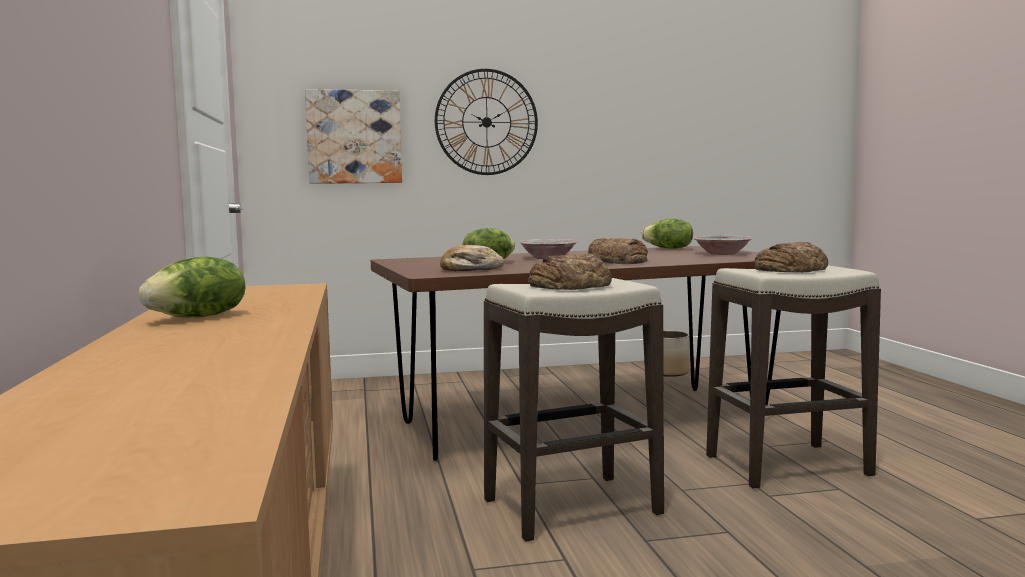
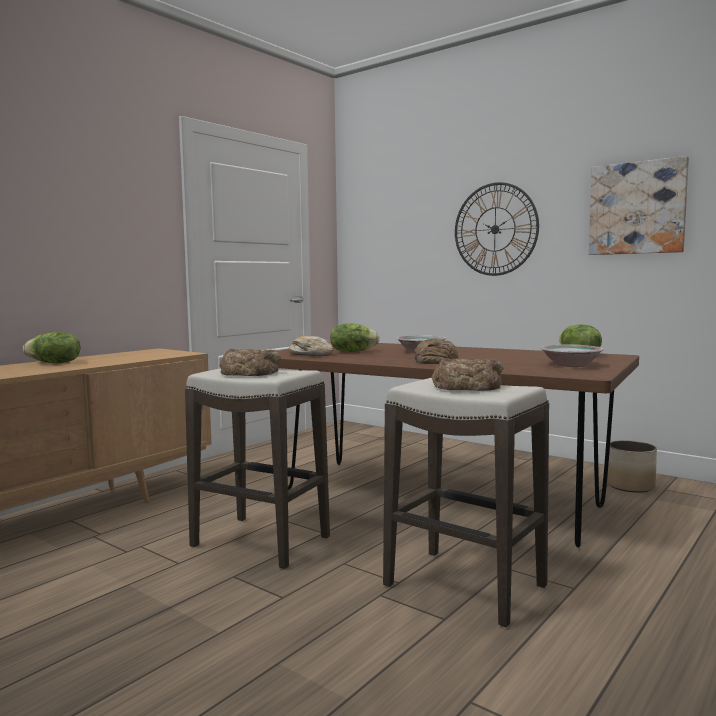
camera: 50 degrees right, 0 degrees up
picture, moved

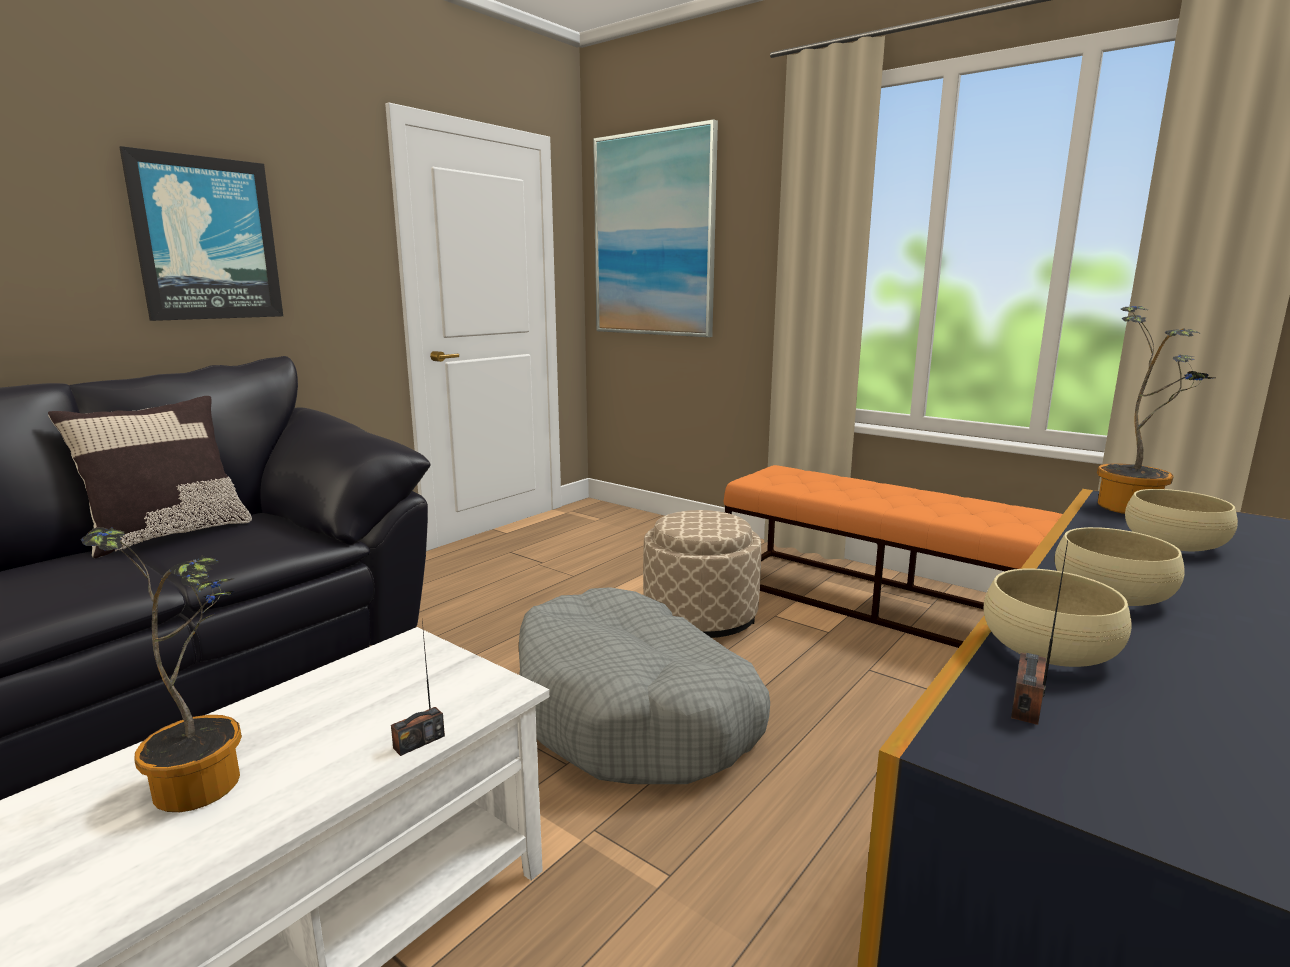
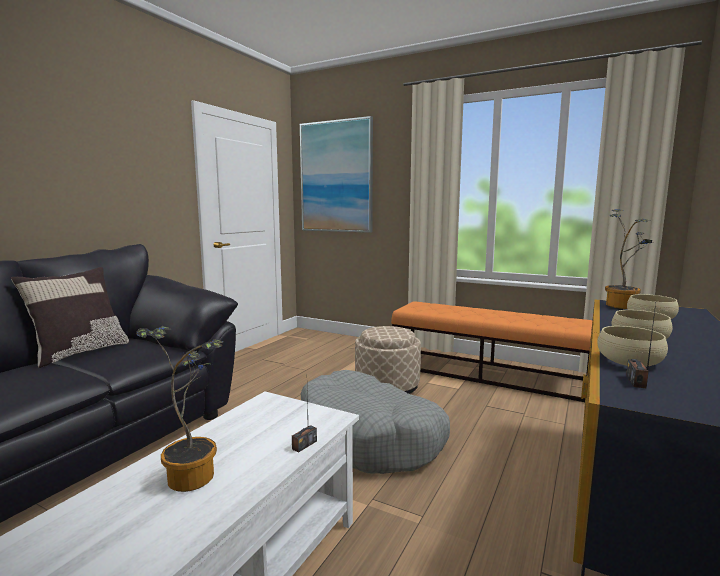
camera: 10 degrees left, 5 degrees down
picture (1st from left) -> none

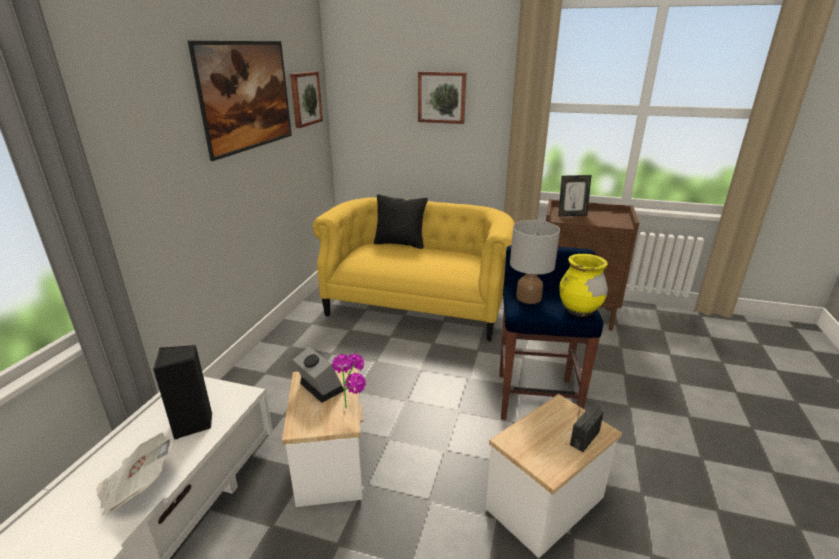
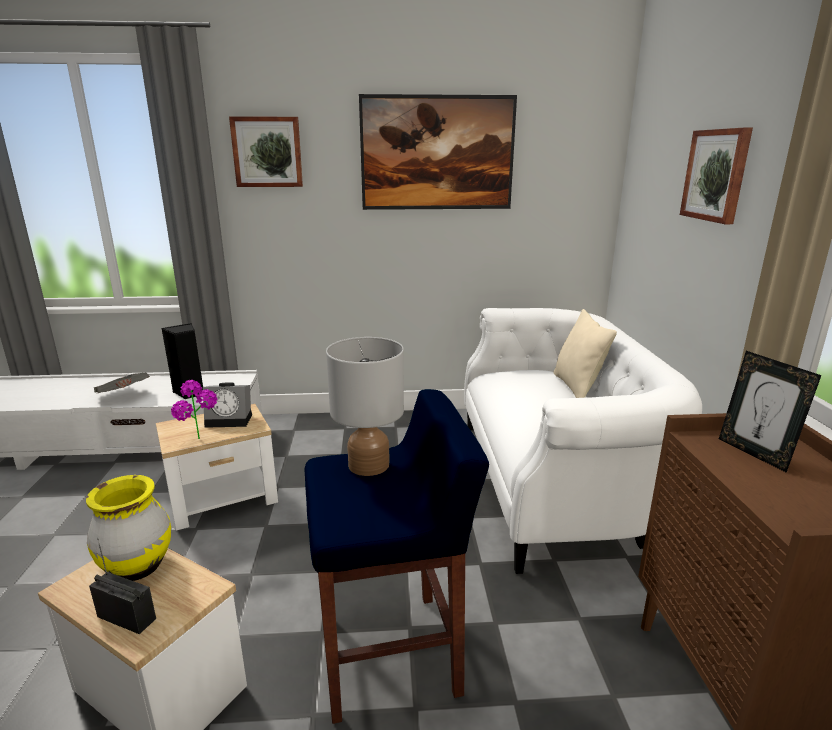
camera: 70 degrees right, 5 degrees down
picture (2nd from left in the first image) -> picture (1st from left), moved
cushion (blackish) -> cushion (sand-coloured)
sofa (yellowish) -> sofa (white)
flower vase (yellowish), moved
alarm clock, 60 degrees clockwise

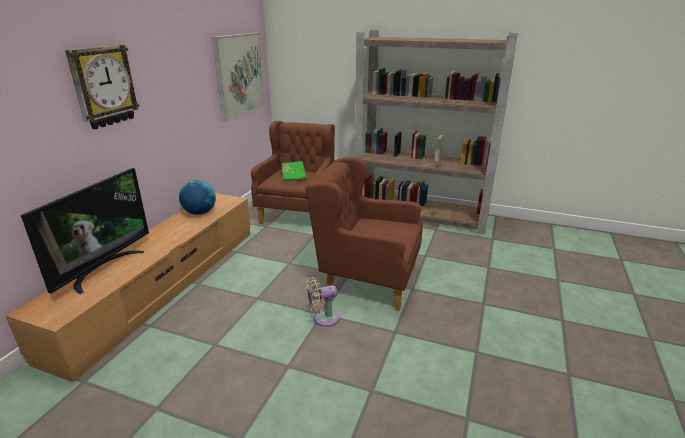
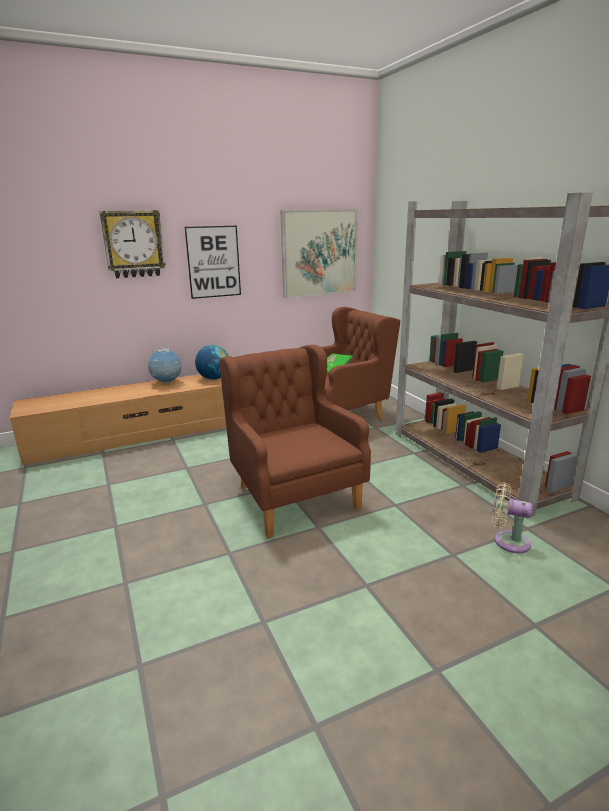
camera: 45 degrees right, 5 degrees down
TV set -> none
fan (sand-coloured), moved
none -> picture (1st from left)
none -> world globe (1st from left)

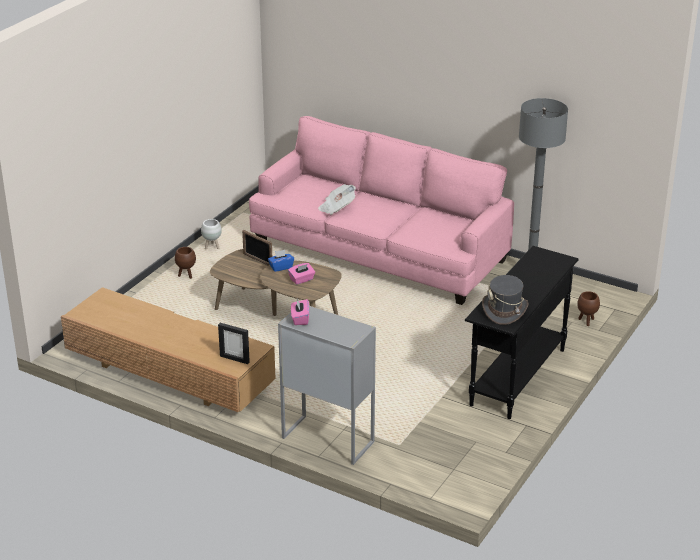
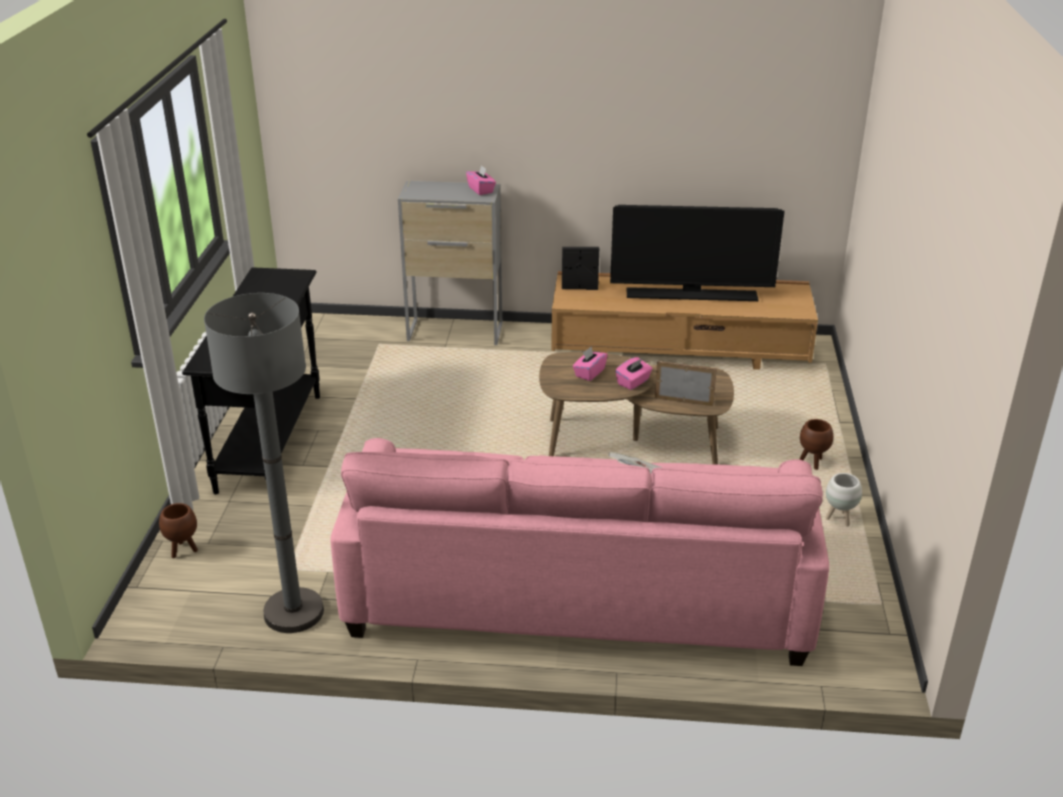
camera: 155 degrees right, 0 degrees up
tissue holder (blue) -> tissue holder (pinkish) (3rd from left)
wearable hat (grey) -> none
none -> TV set

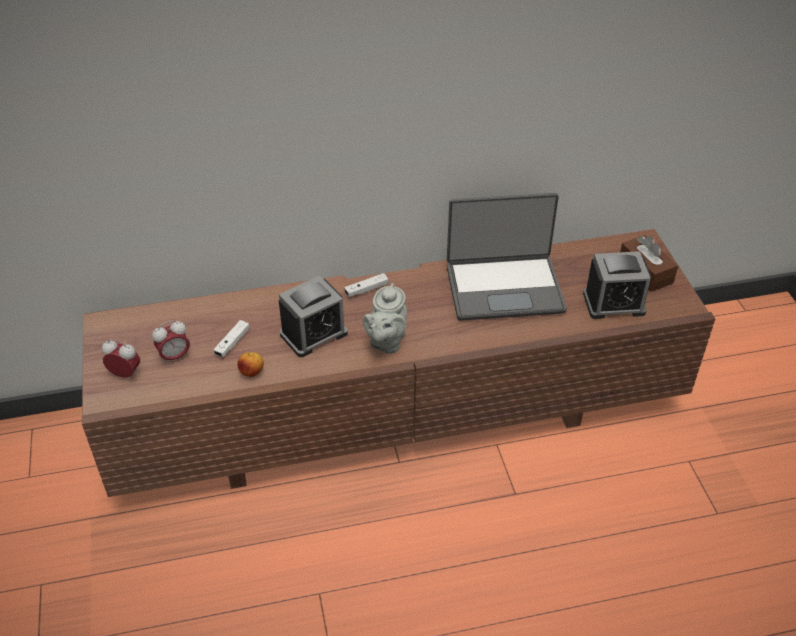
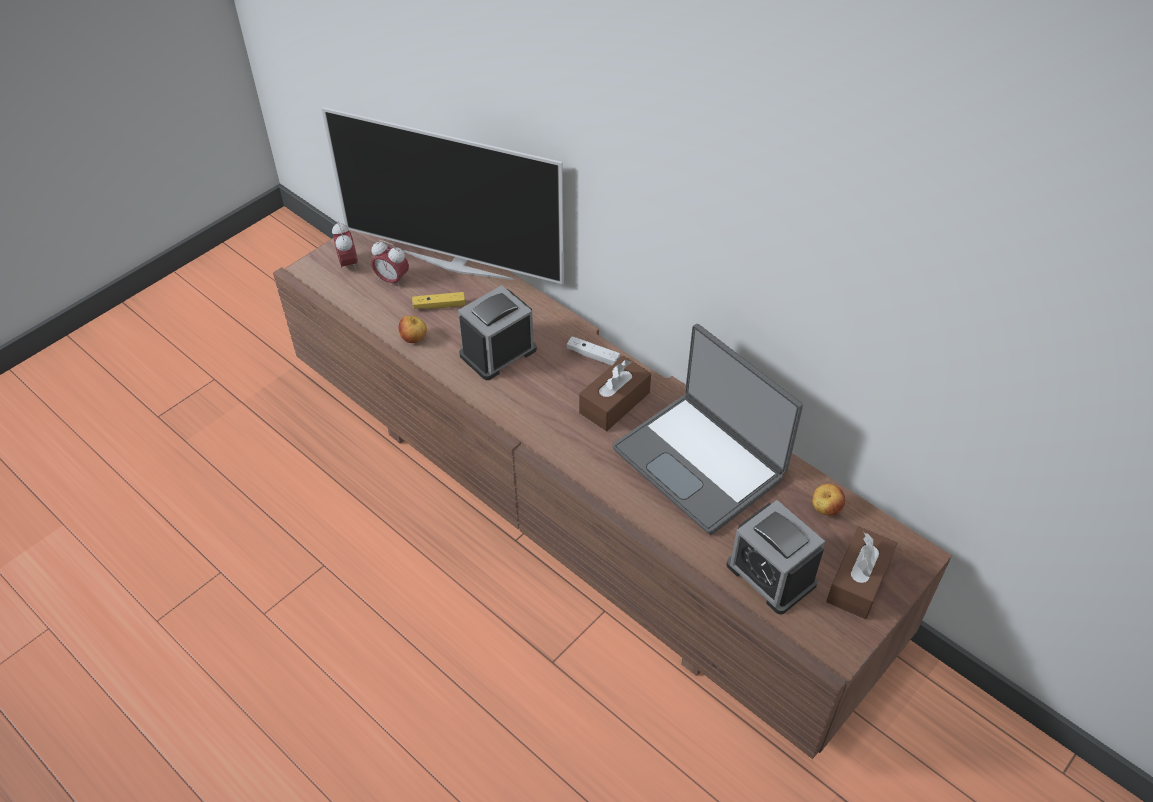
camera: 55 degrees right, 5 degrees up
alarm clock (3rd from left), 120 degrees clockwise
teapot (grey) -> none
joypad (white) (1st from left) -> joypad (yellowish)
none -> TV set
none -> tissue holder (brownish) (1st from left)
none -> apple (2nd from left)

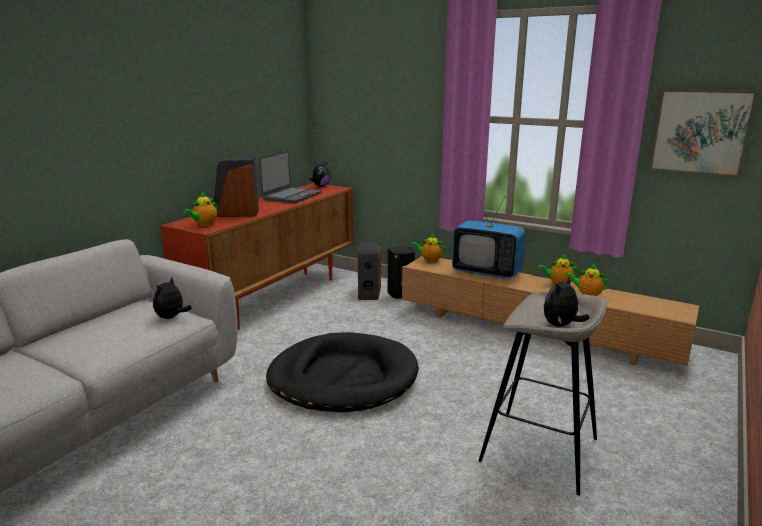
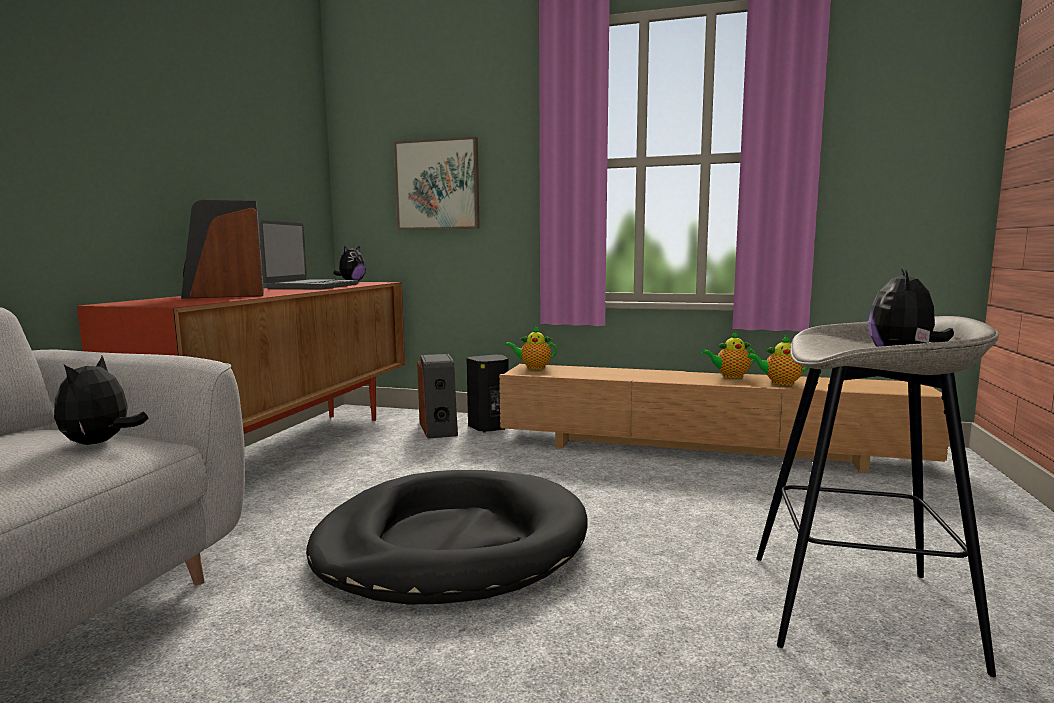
camera: 15 degrees left, 10 degrees down
picture, moved
teapot (1st from left) -> none
TV set -> none

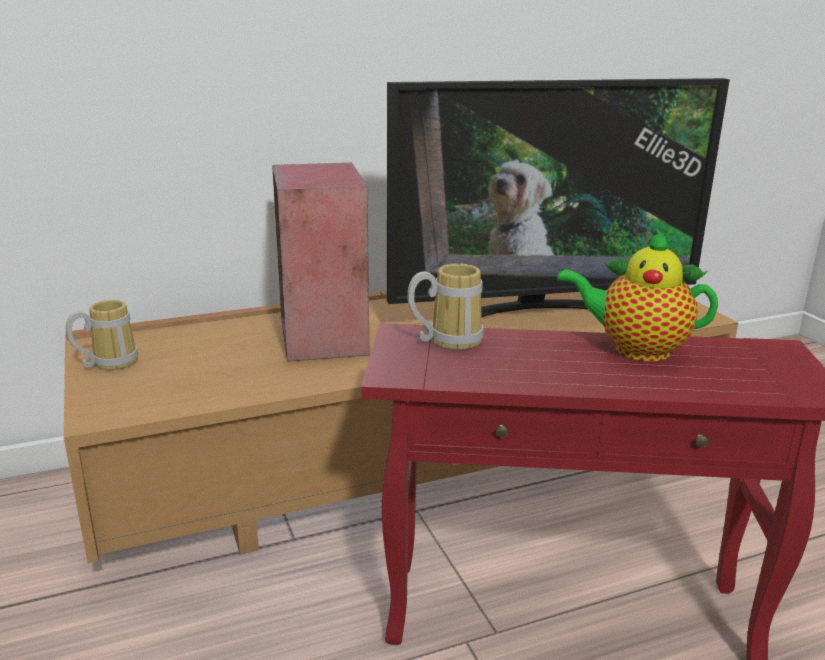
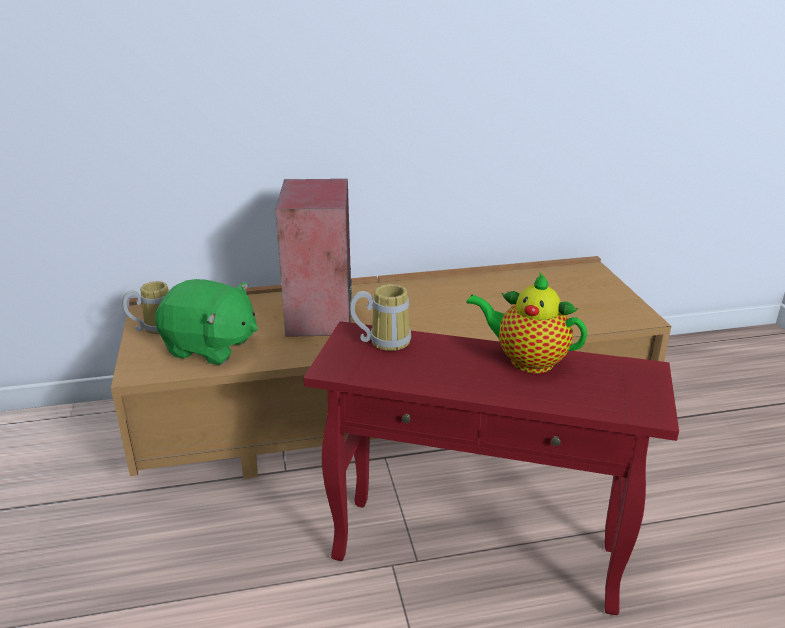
camera: 10 degrees right, 5 degrees up
TV set -> none
none -> cuddly toy (green)

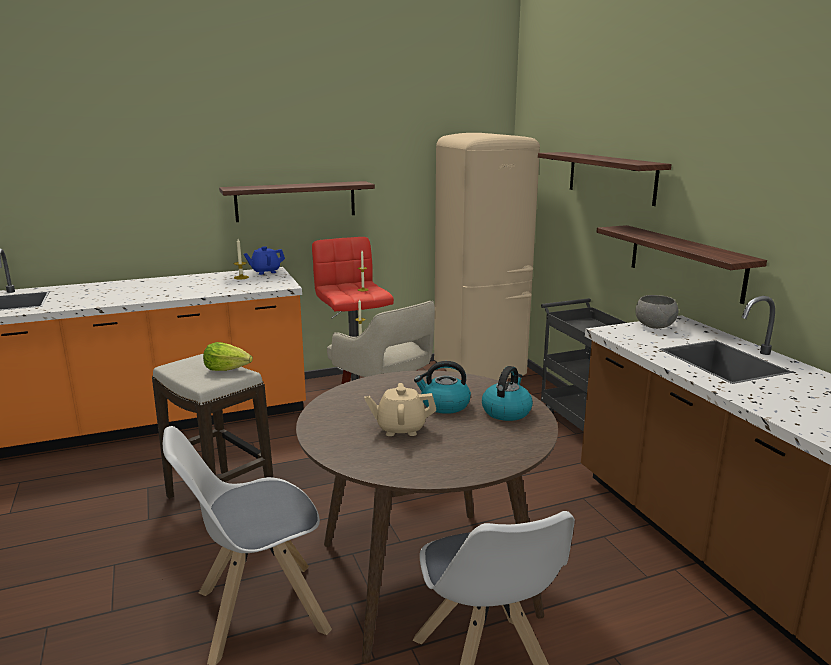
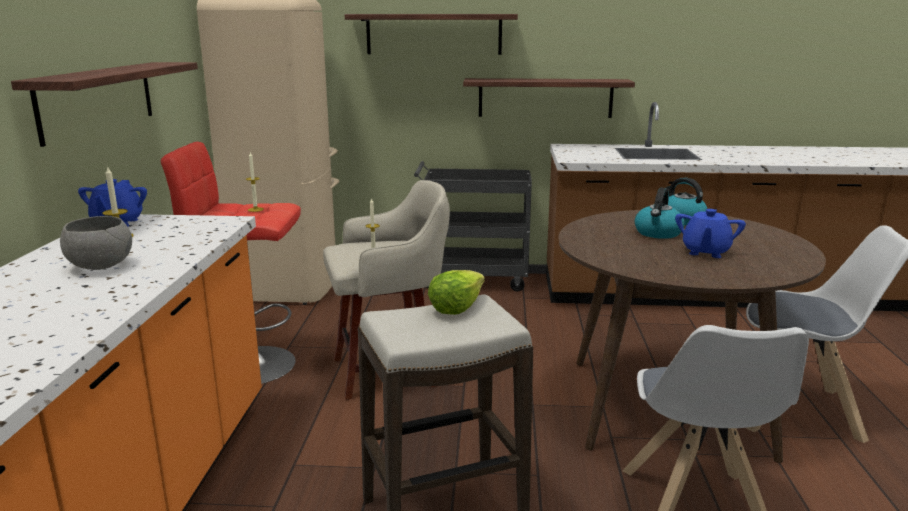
camera: 65 degrees left, 0 degrees up
serving bowl (grey), moved
teapot (sand-coloured) -> teapot (blue) (2nd from left)

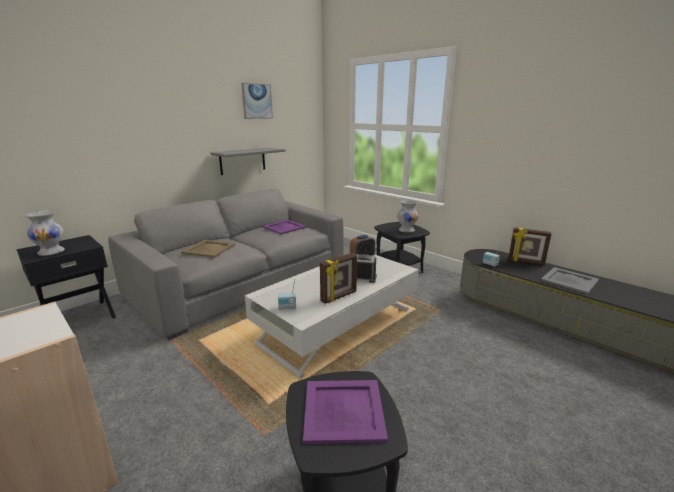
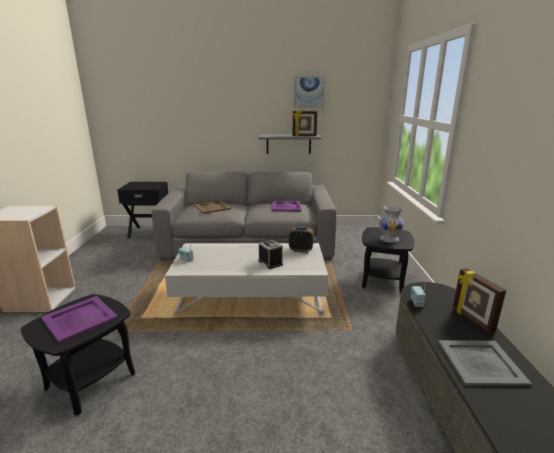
camera: 45 degrees right, 0 degrees up
flower vase (white) (1st from left) -> none
photo frame (1st from left), moved

